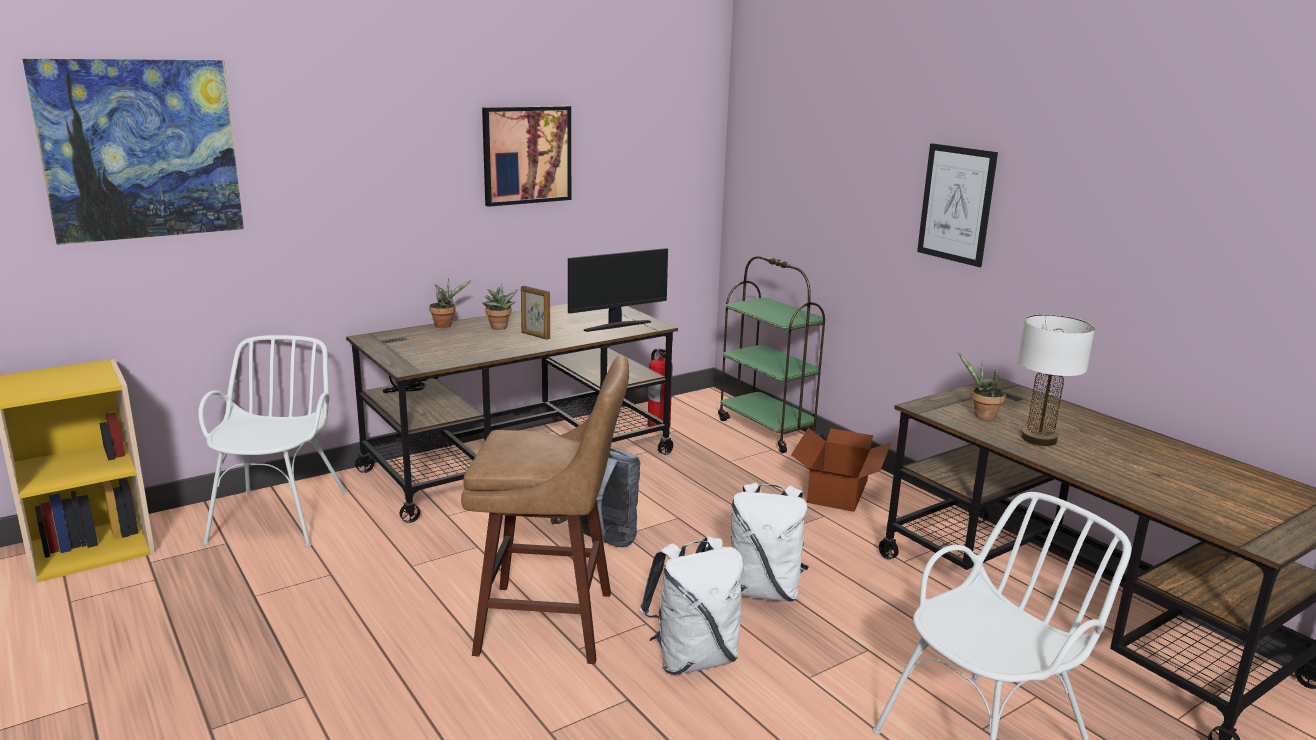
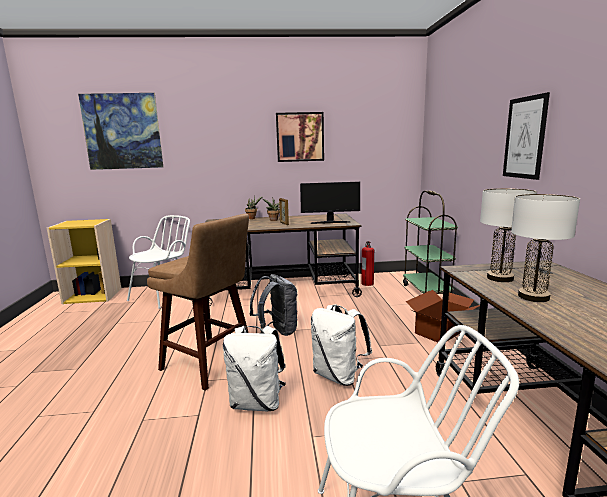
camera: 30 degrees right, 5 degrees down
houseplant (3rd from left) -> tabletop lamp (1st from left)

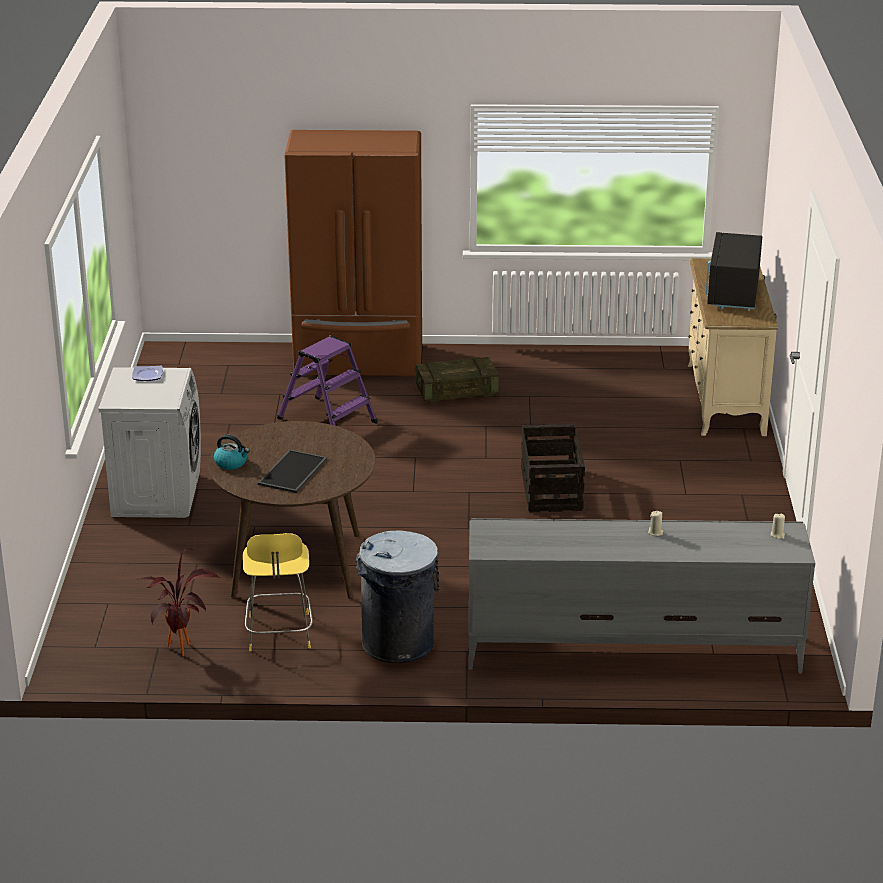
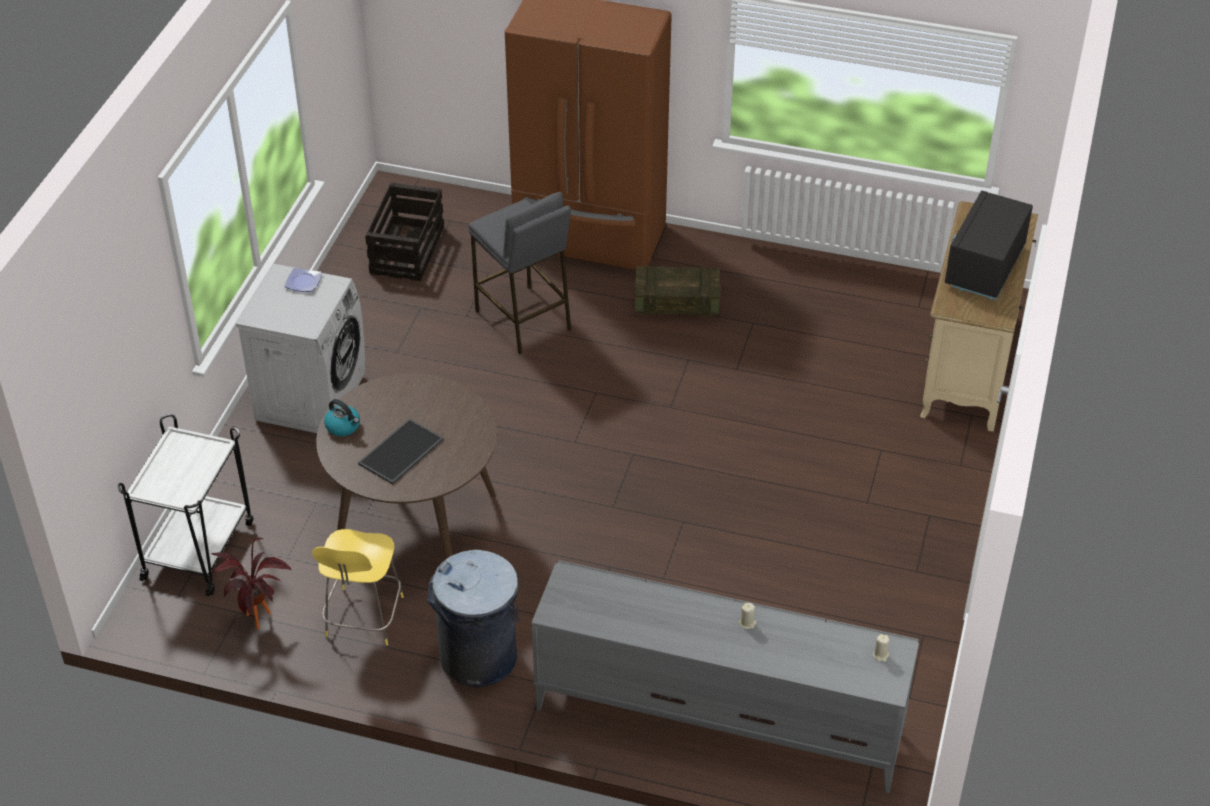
camera: 15 degrees right, 15 degrees up
step ladder (purplish) -> sitting stool (grey)
packing crate (2nd from left in the first image) -> packing crate (1st from left), moved
none -> cart (white)

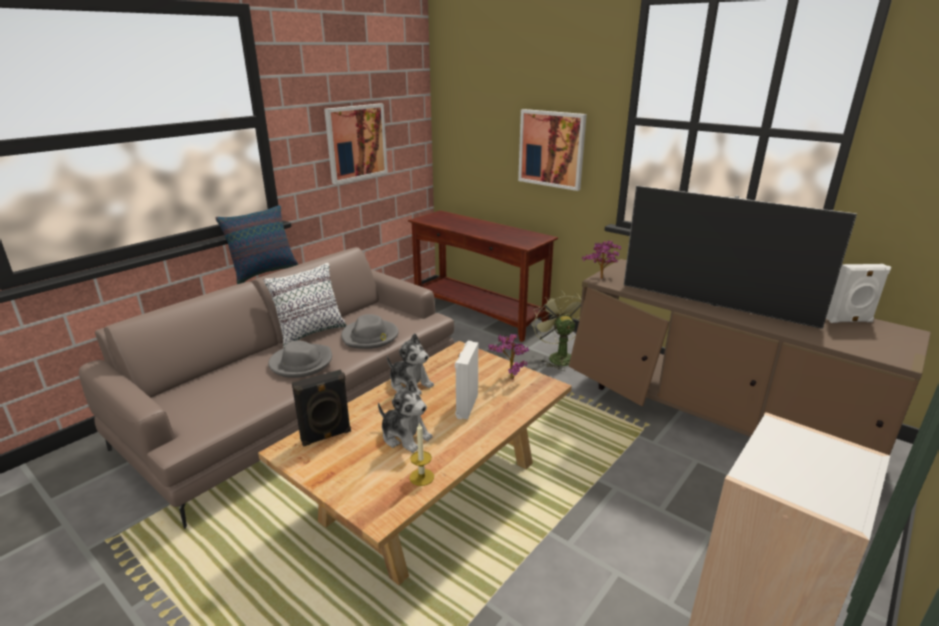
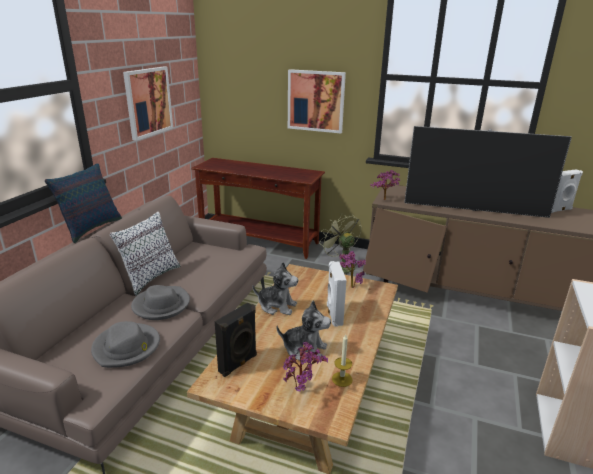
camera: 20 degrees left, 0 degrees up
wearable hat (grey) (2nd from left in the first image) -> wearable hat (grey) (1st from left), moved
none -> houseplant (1st from left)

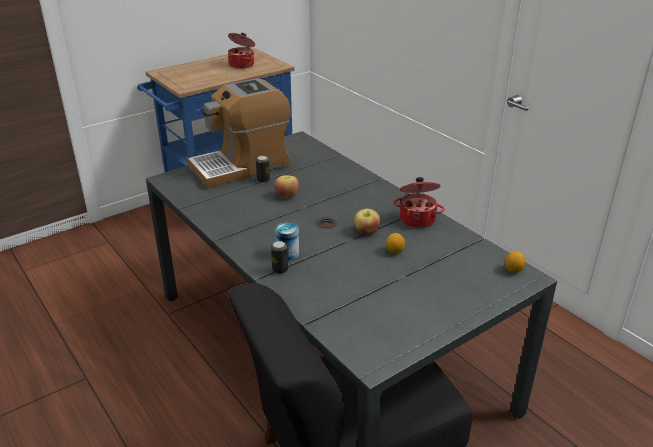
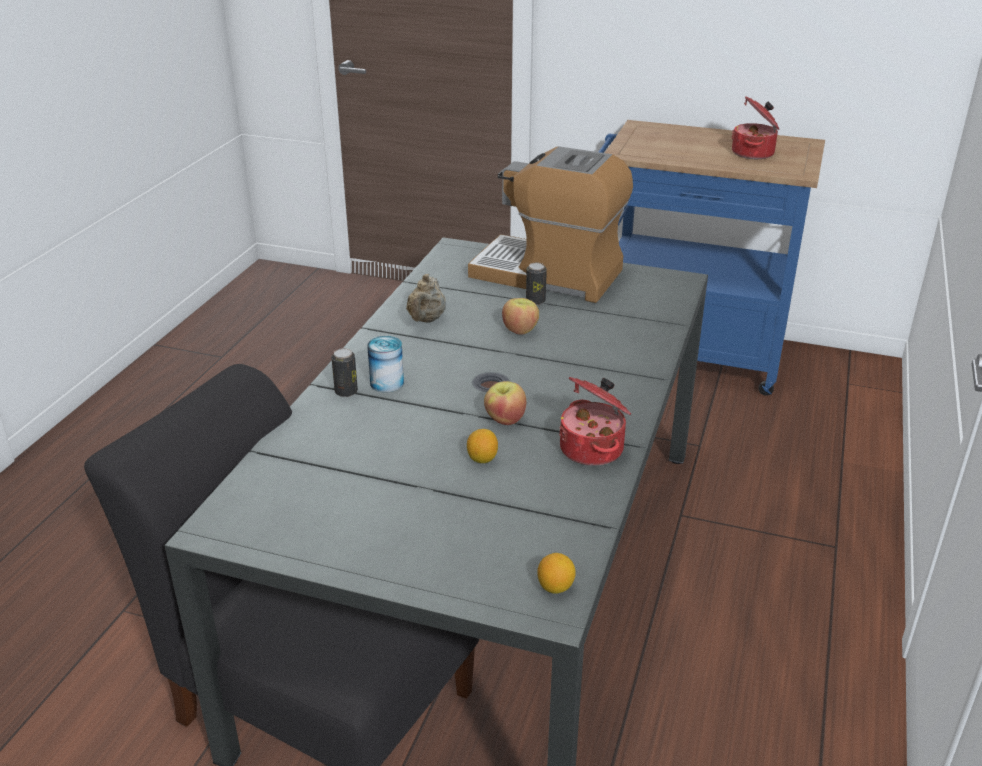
camera: 55 degrees right, 0 degrees up
none -> teapot (sand-coloured)

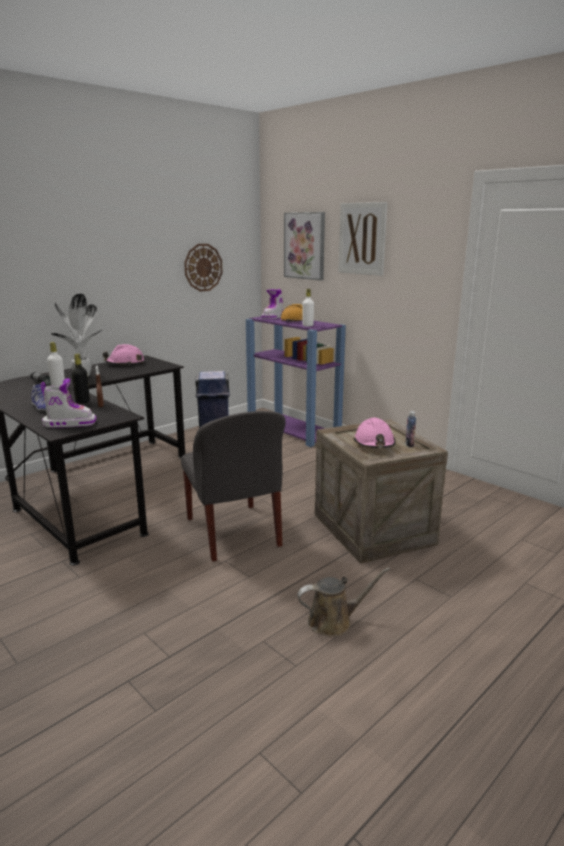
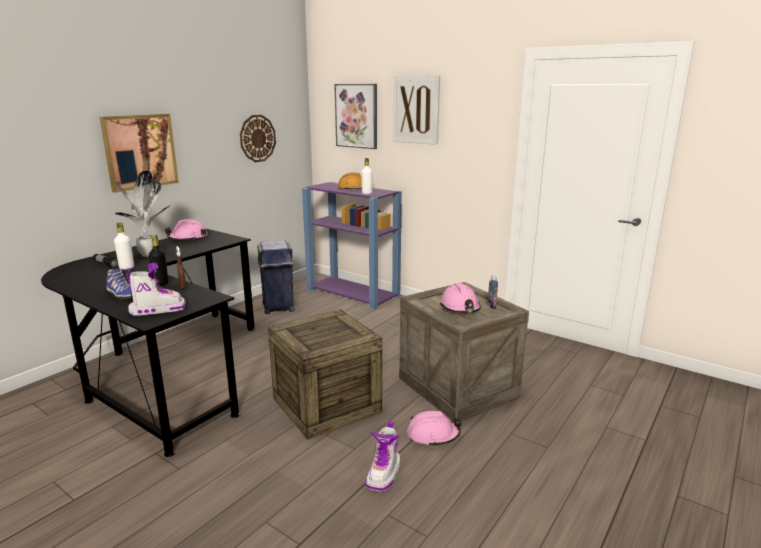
camera: 10 degrees left, 0 degrees up
boot (2nd from left), moved
chair (grey) -> packing crate (1st from left)
sprinkling can (brownish) -> none
none -> picture (1st from left)
none -> hard hat (pinkish) (2nd from left)

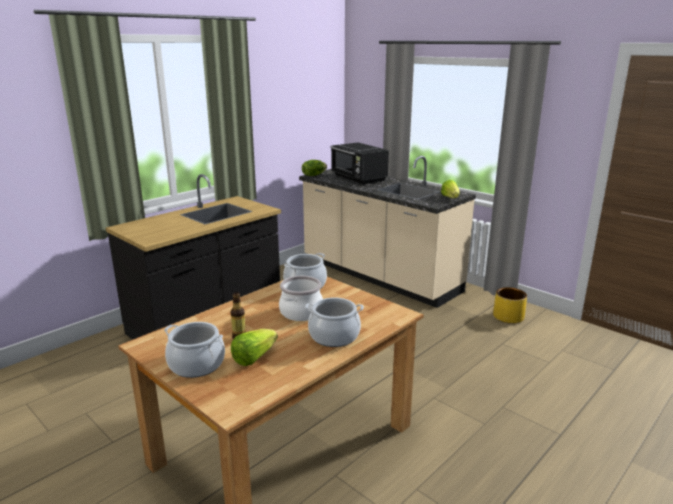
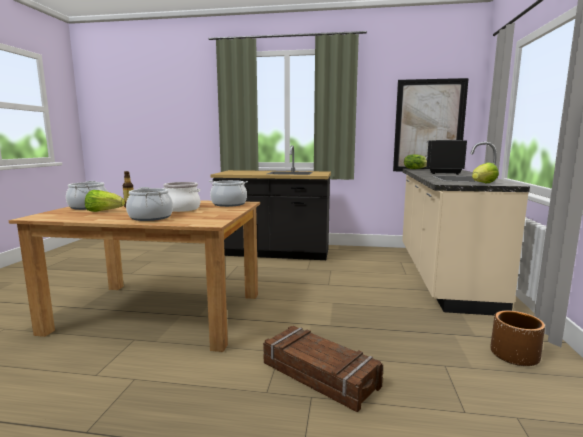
camera: 55 degrees right, 10 degrees down
flower pot (yellowish) -> flower pot (brownish)
none -> picture
none -> packing crate

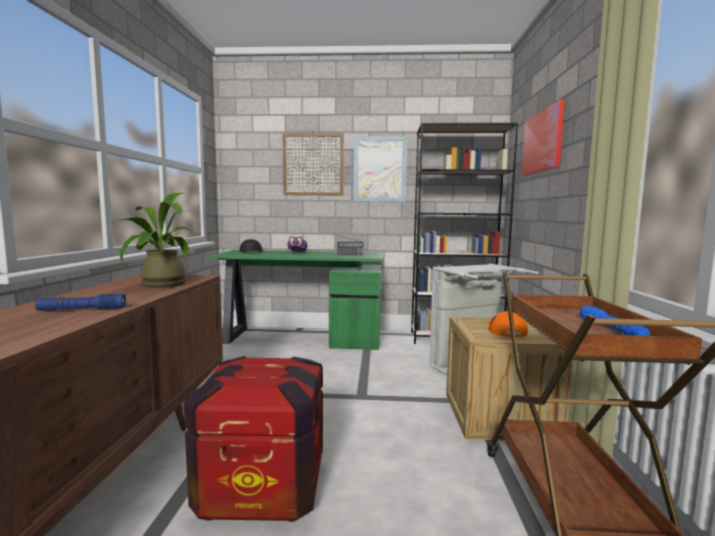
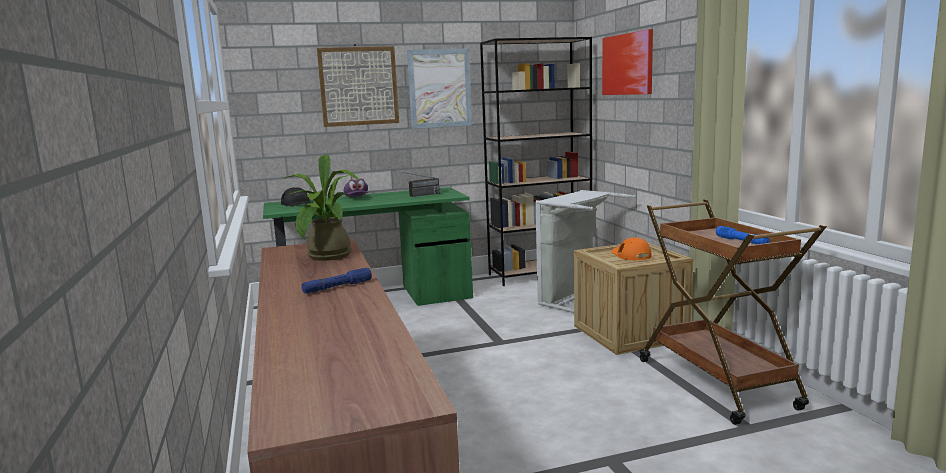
camera: 20 degrees left, 5 degrees up
packing crate (1st from left) -> none

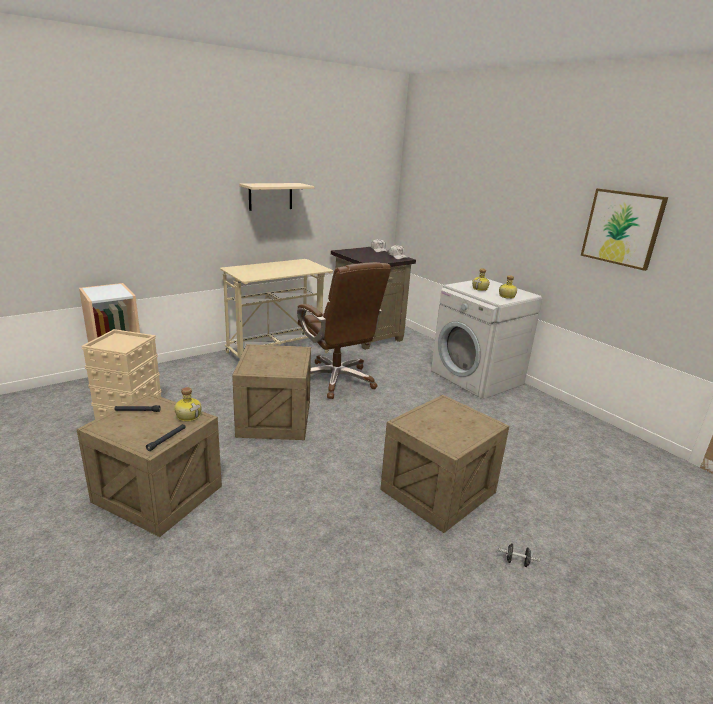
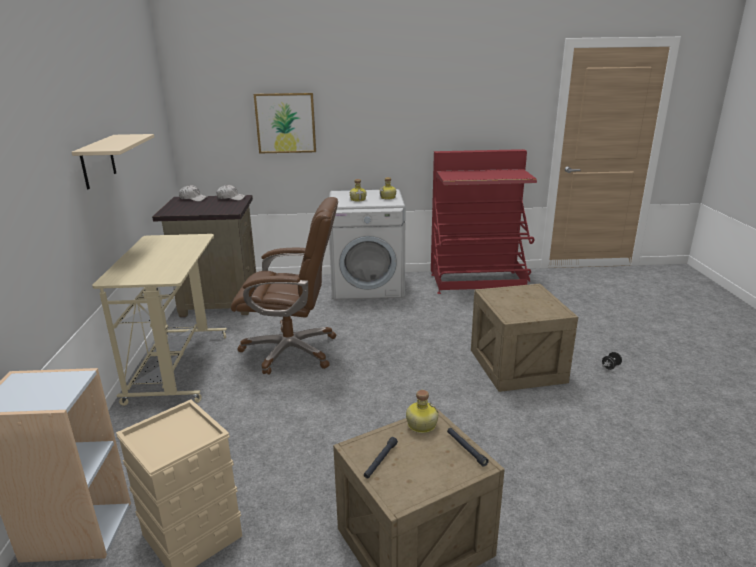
camera: 55 degrees left, 0 degrees up
picture, moved
packing crate (2nd from left) -> none
none -> shoe rack (reddish)

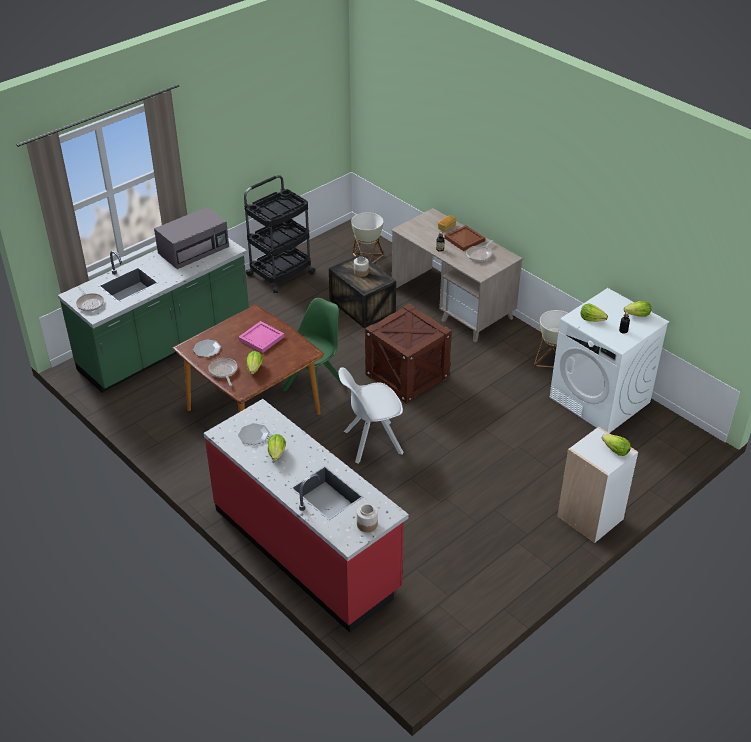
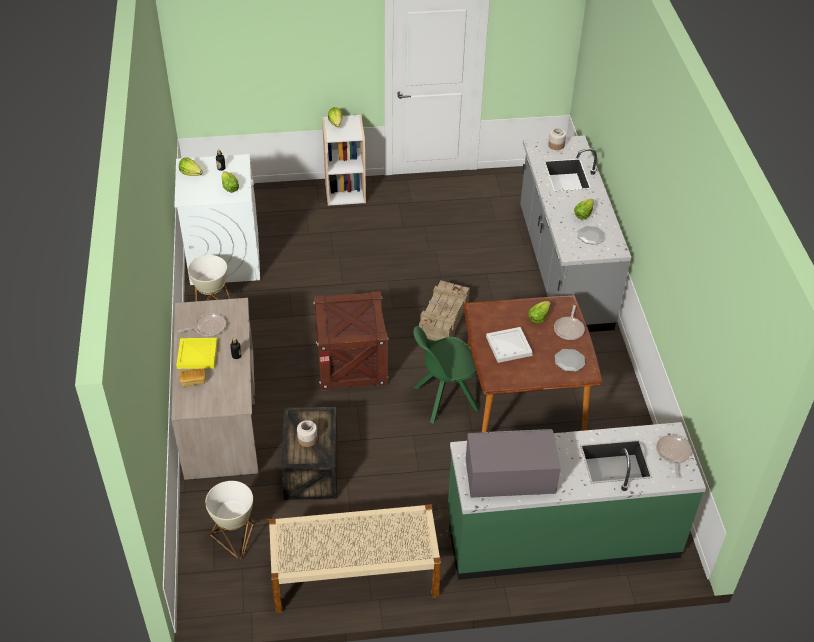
camera: 145 degrees left, 5 degrees up
cart (blackish) -> long seat (sand-coloured)
carrying tray (brownish) -> carrying tray (yellowish)
carrying tray (pinkish) -> carrying tray (white)
chair (white) -> packing crate (3rd from left)
kitchen base unit (reddish) -> kitchen base unit (grey)

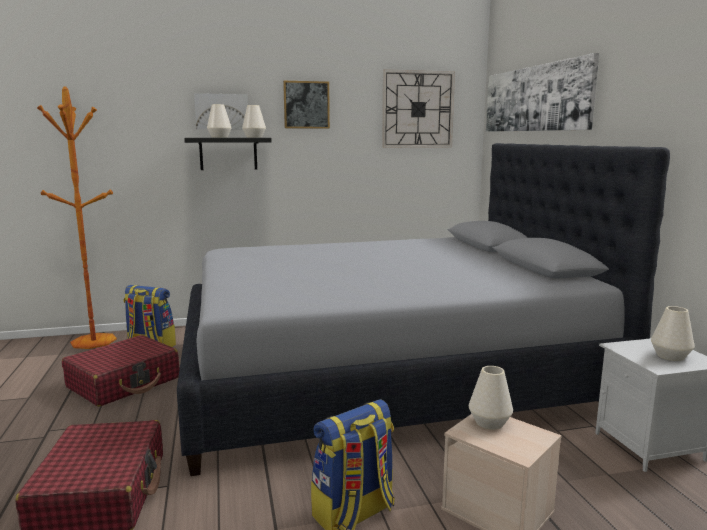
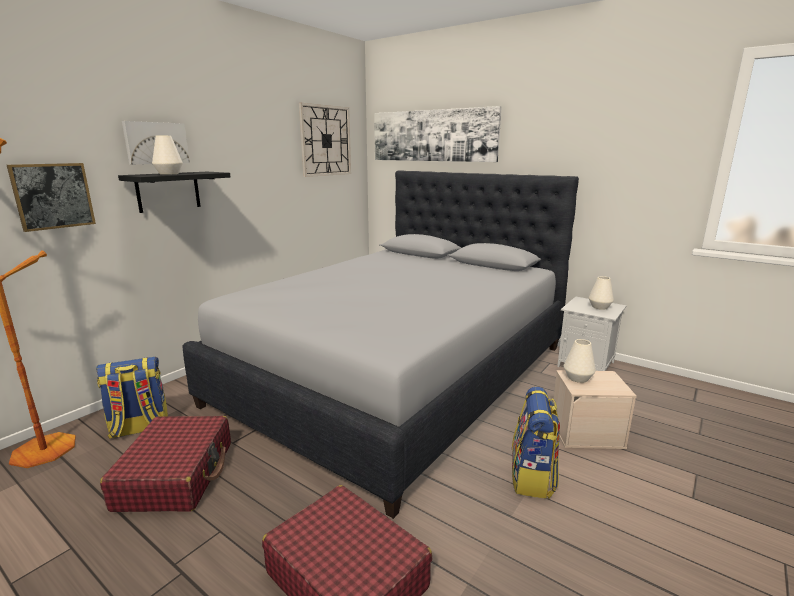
camera: 40 degrees left, 5 degrees up
picture (2nd from left in the first image) -> picture (1st from left), moved
flower vase (white) (2nd from left) -> none

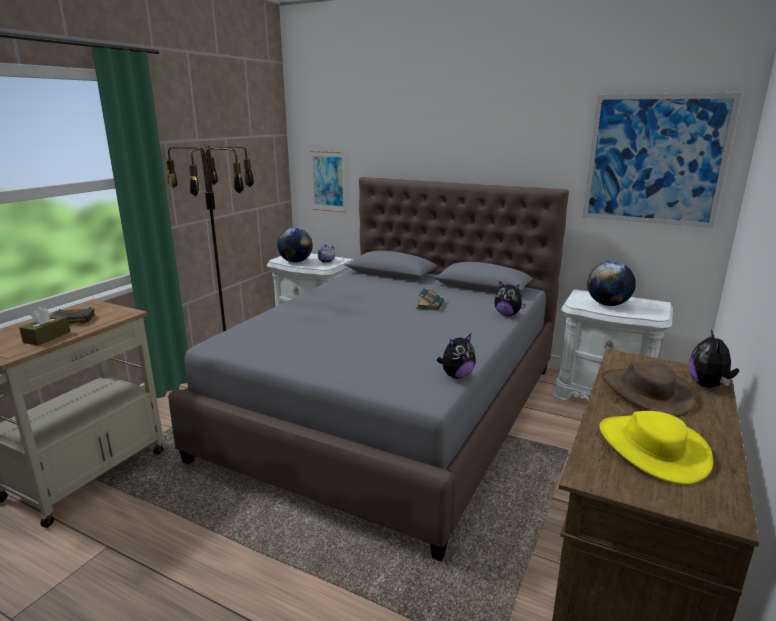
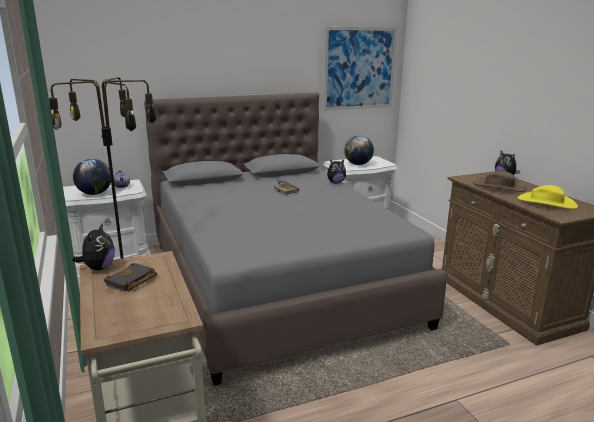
camera: 50 degrees left, 0 degrees up
picture (1st from left) -> none
tissue holder (brownish) -> none
cuddly toy (1st from left), moved

